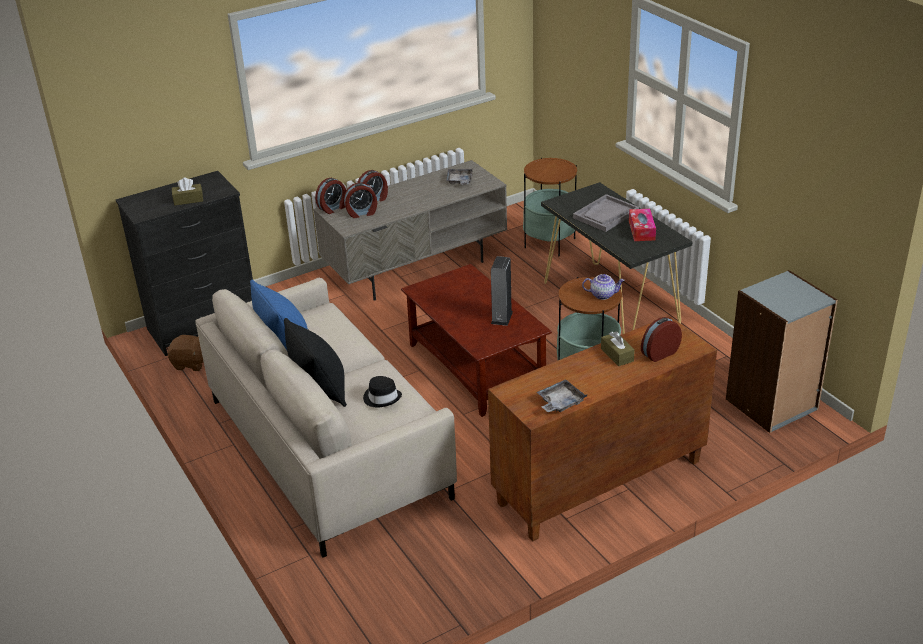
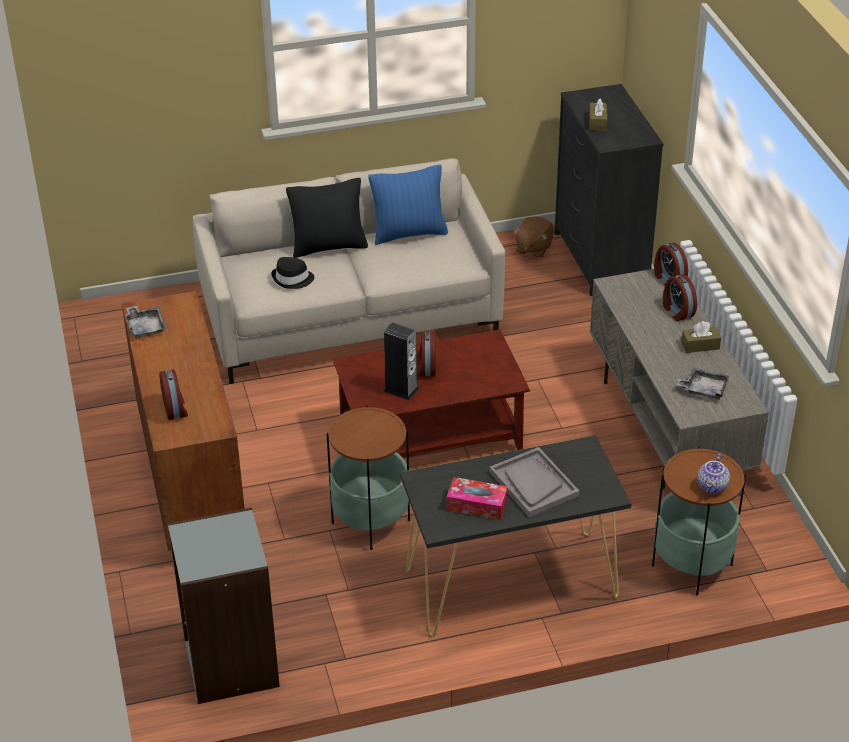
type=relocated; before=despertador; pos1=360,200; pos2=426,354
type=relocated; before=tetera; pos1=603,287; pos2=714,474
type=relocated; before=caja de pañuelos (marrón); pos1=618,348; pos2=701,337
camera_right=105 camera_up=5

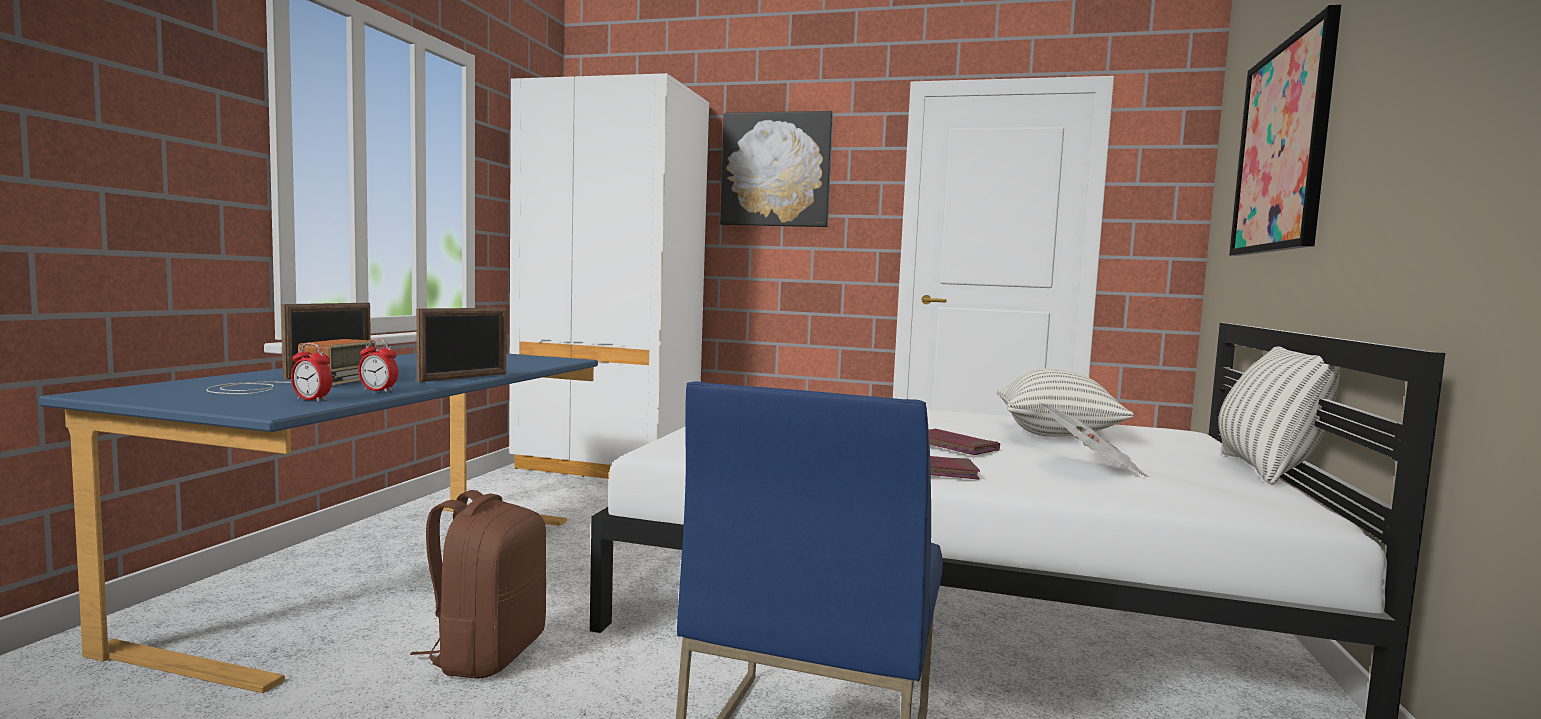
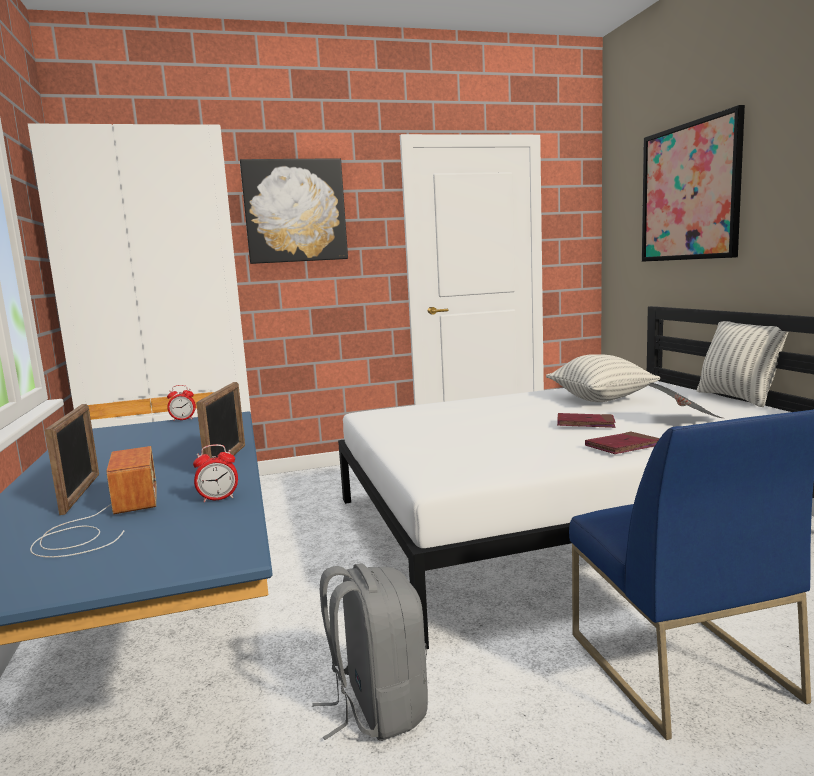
type=relocated; before=despertador; pos1=311,372; pos2=181,403
type=colour; before=mochila (marrón); after=mochila (gris); pos1=478,584; pos2=370,652
camera_right=-30 camera_up=5

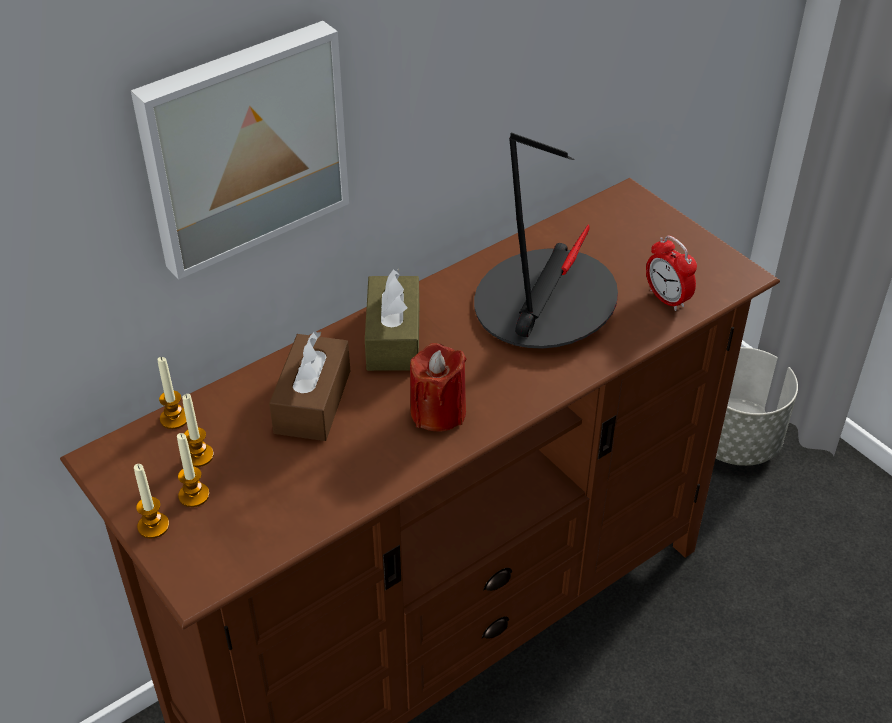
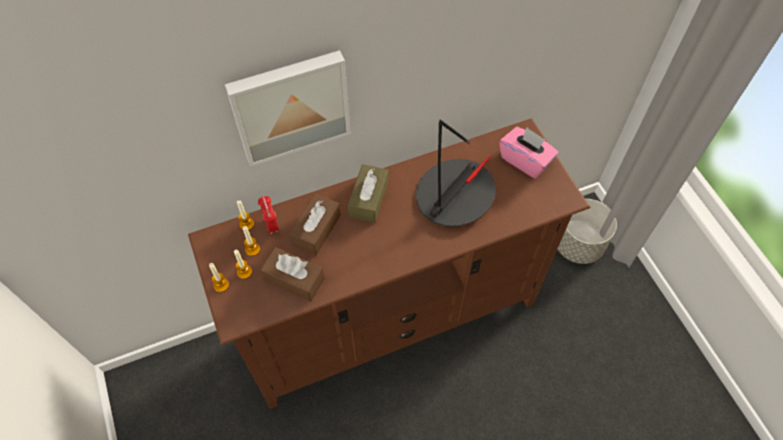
type=missing; before=vela (rojo); pos1=438,387
type=appeared; after=caja de pañuelos (marrón); pos2=292,274
type=appeared; after=caja de pañuelos (rosa); pos2=528,152
type=relocated; before=despertador; pos1=671,273; pos2=268,215
camera_right=15 camera_up=15

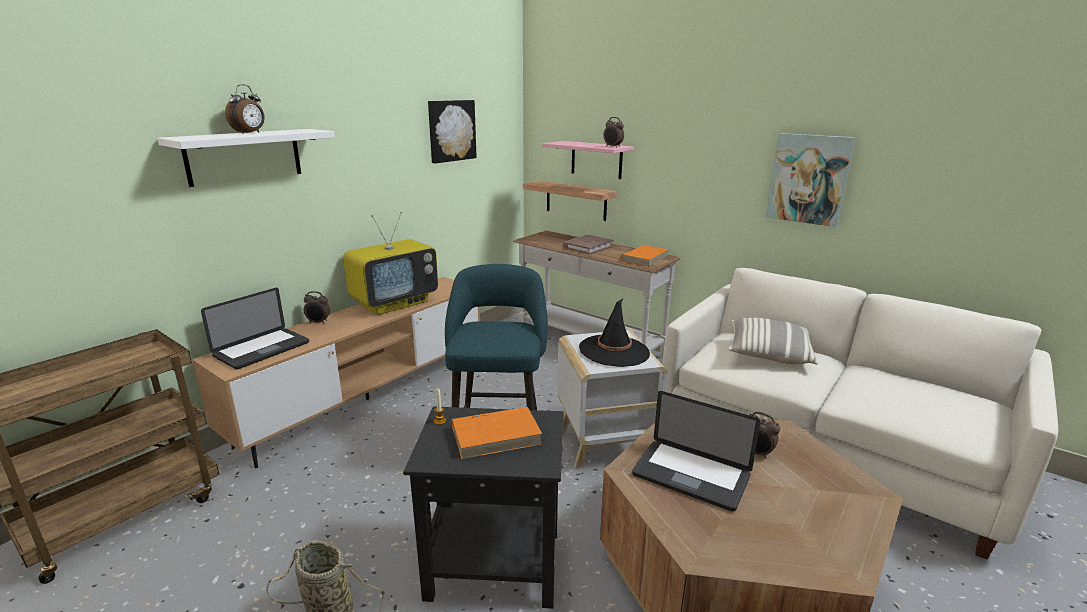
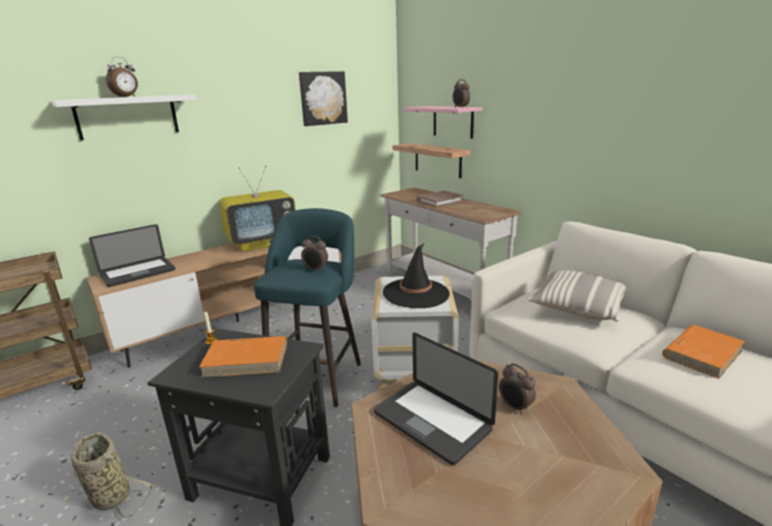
type=missing; before=cuadro; pos1=810,180
type=relocated; before=despertador; pos1=317,307; pos2=314,254
type=relocated; before=libro (naranja); pos1=644,256; pos2=703,352
camera_right=15 camera_up=0

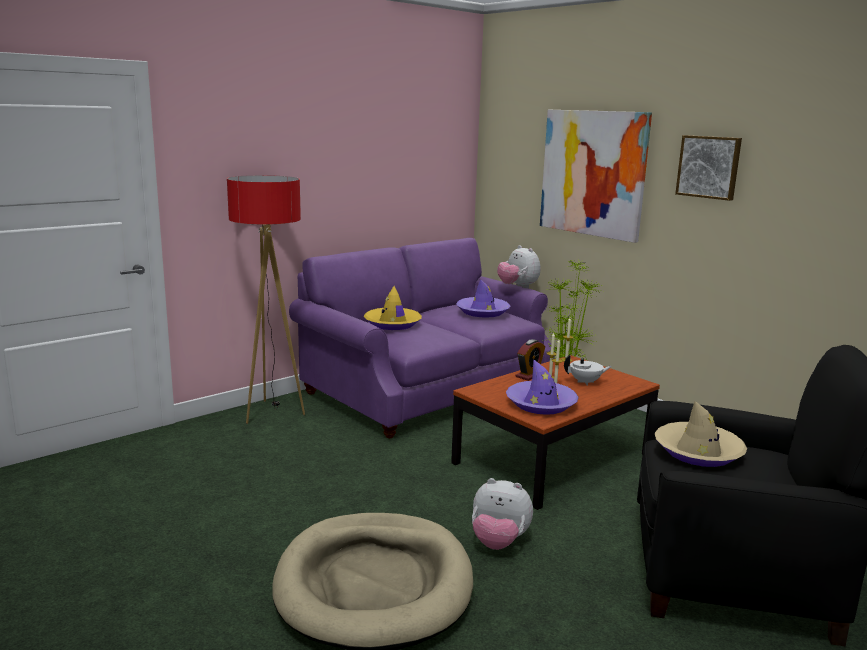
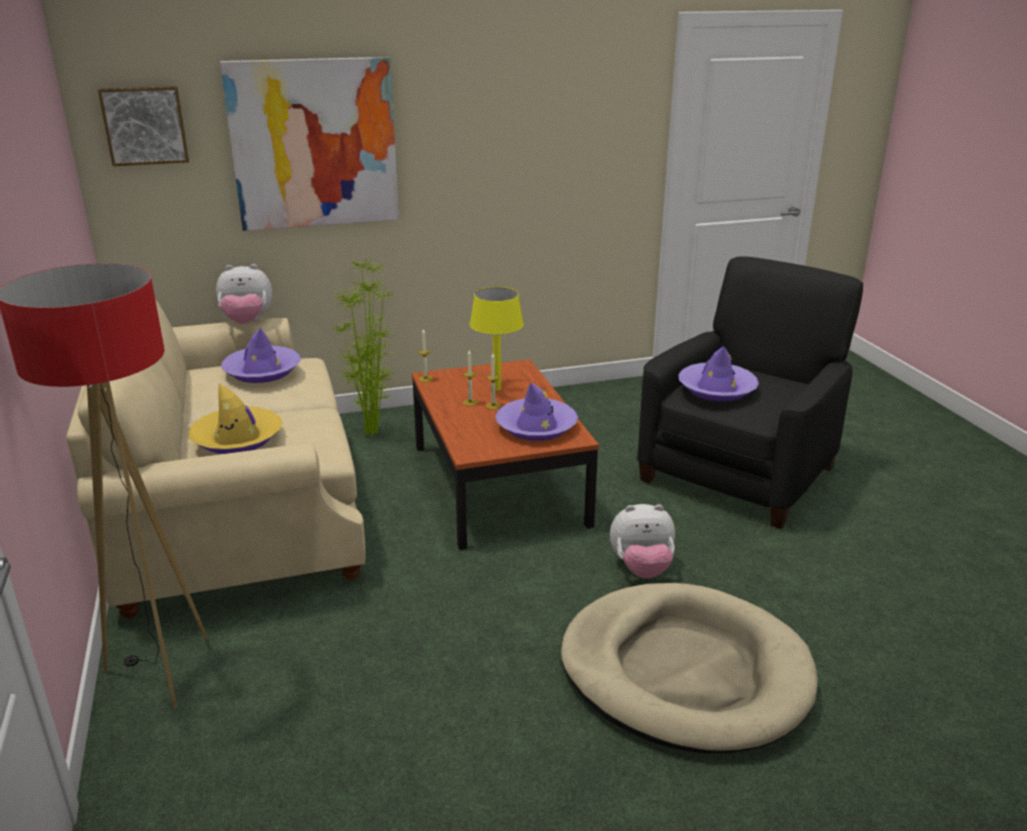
type=missing; before=despertador; pos1=530,360
type=relocated; before=cuadro; pos1=708,168; pos2=143,126
type=exchanged; before=tetera (blanco); after=lámpara de mesa (amarillo); pos1=588,370; pos2=497,339
type=colour; before=sofá (morado); after=sofá (beis); pos1=422,338; pos2=216,459
type=colour; before=sombrero (beis); after=sombrero (morado); pos1=701,434; pos2=718,374
type=spun; before=peluche; pos1=502,514; pos2=642,541; turn=45
camera_right=-65 camera_up=10

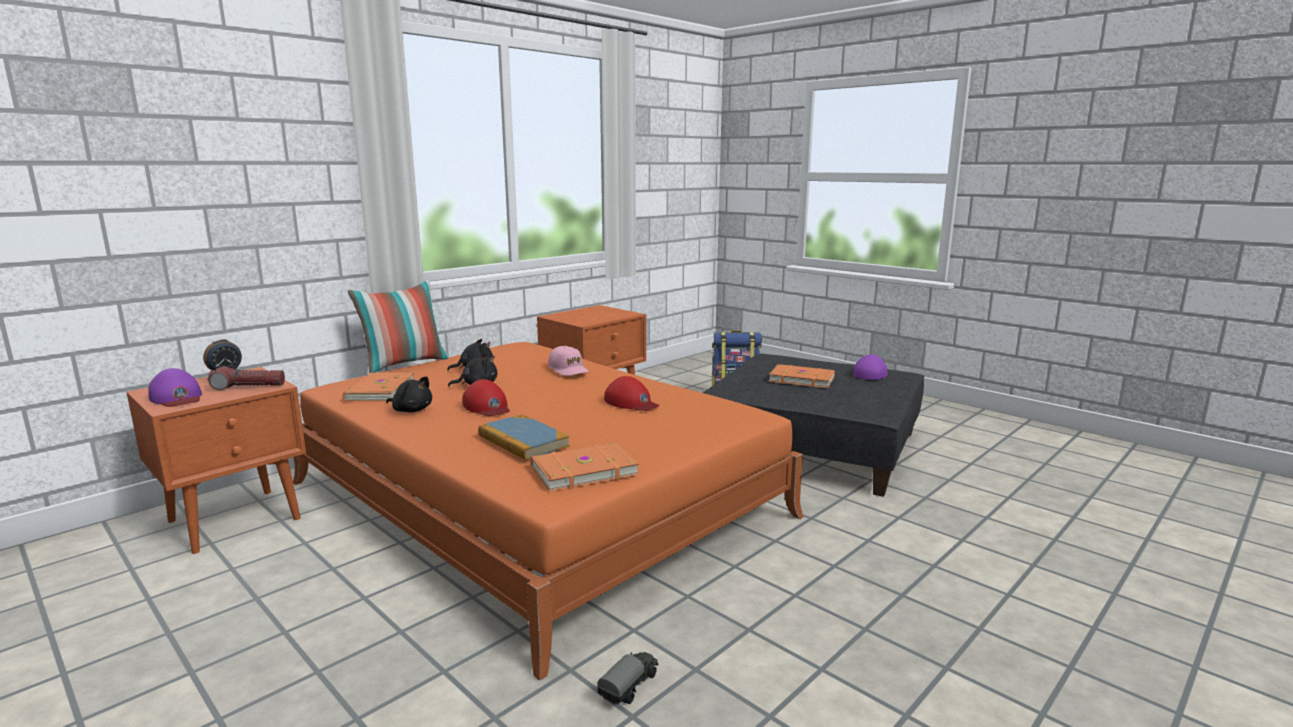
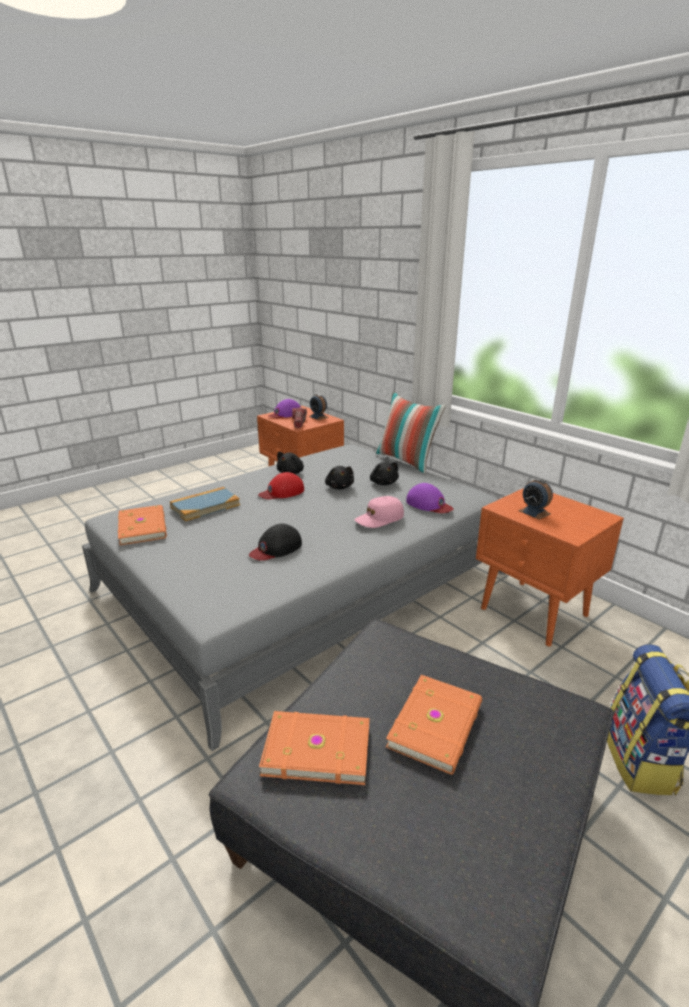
type=missing; before=camión de juguete; pos1=628,678
type=appeared; after=despertador; pos2=535,499
type=relocated; before=libro (naranja); pos1=378,387; pos2=314,748
type=relocated; before=gorra (morado); pos1=870,367; pos2=429,498
type=colour; before=cama (naranja); after=cama (gris); pos1=548,511; pos2=293,597
type=colour; before=gorra (rojo); after=gorra (negro); pos1=631,393; pos2=275,542
camera_right=95 camera_up=10

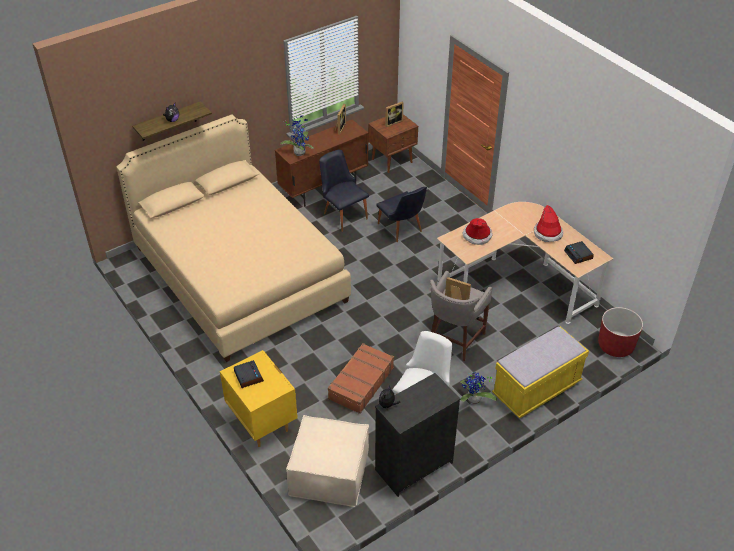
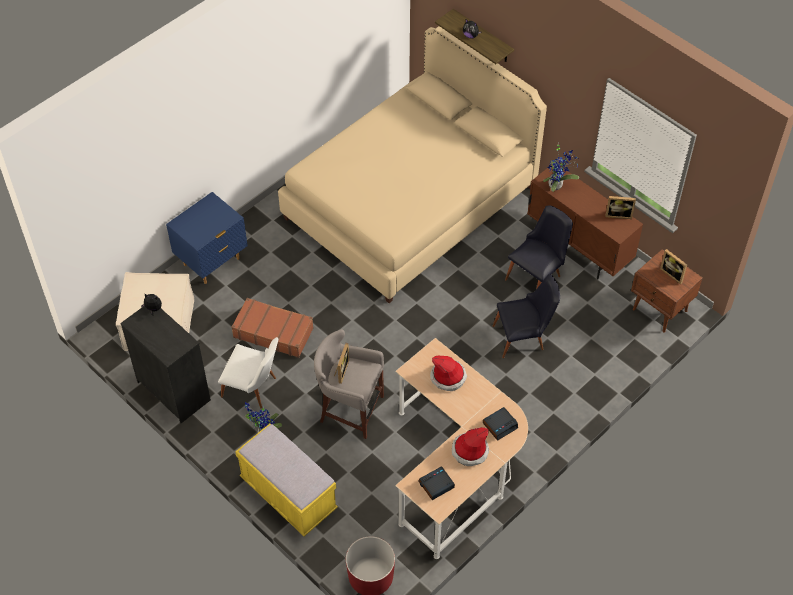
type=relocated; before=despertador; pos1=249,374; pos2=500,424
type=colour; before=mesita de noche (amarillo); after=mesita de noche (azul); pos1=258,398; pos2=207,238
type=spun; before=silla (negro); pos1=401,214; pos2=526,316; turn=-150
camera_right=80 camera_up=10

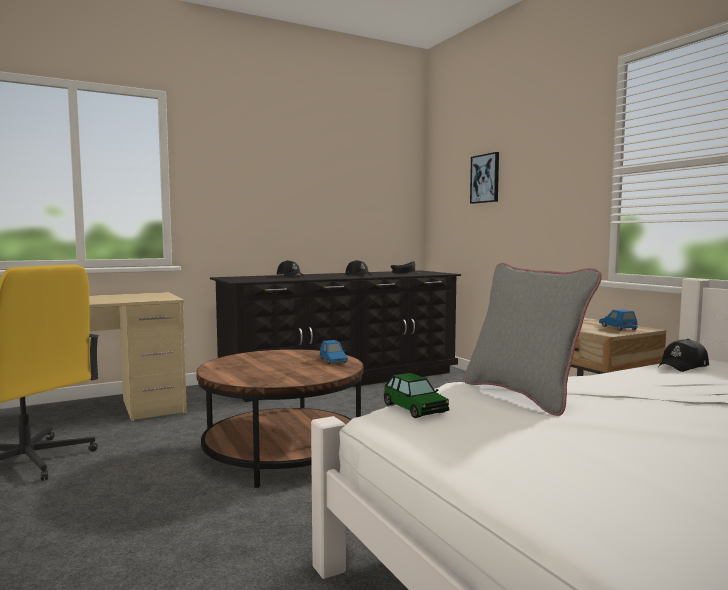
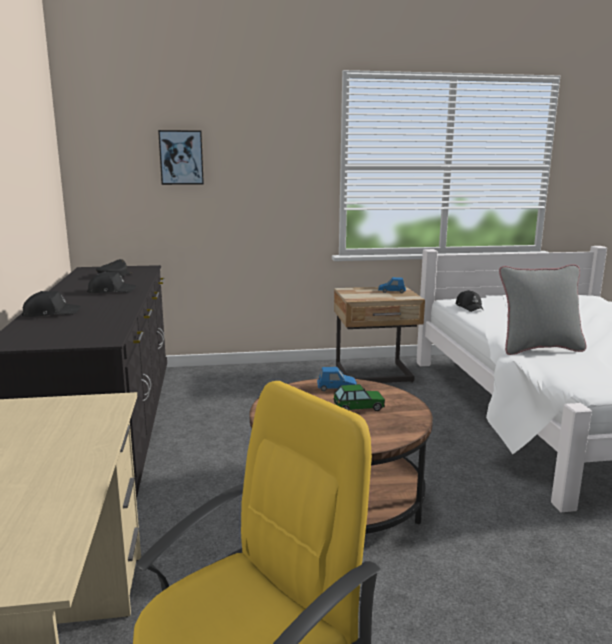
type=relocated; before=coche de juguete; pos1=416,395; pos2=359,397
camera_right=-70 camera_up=10

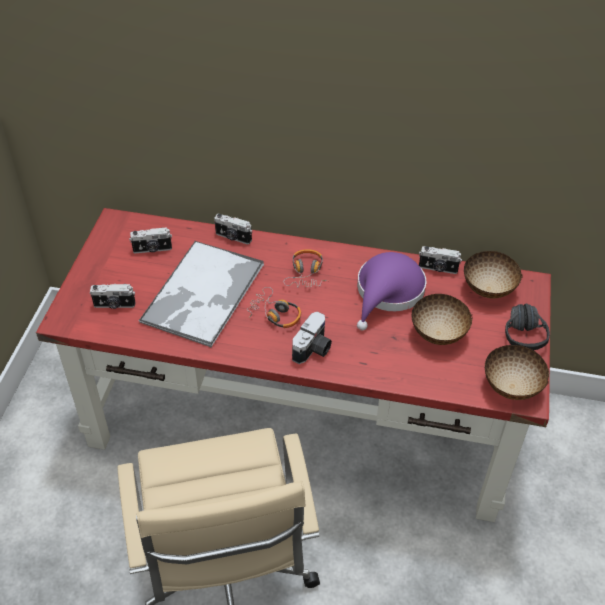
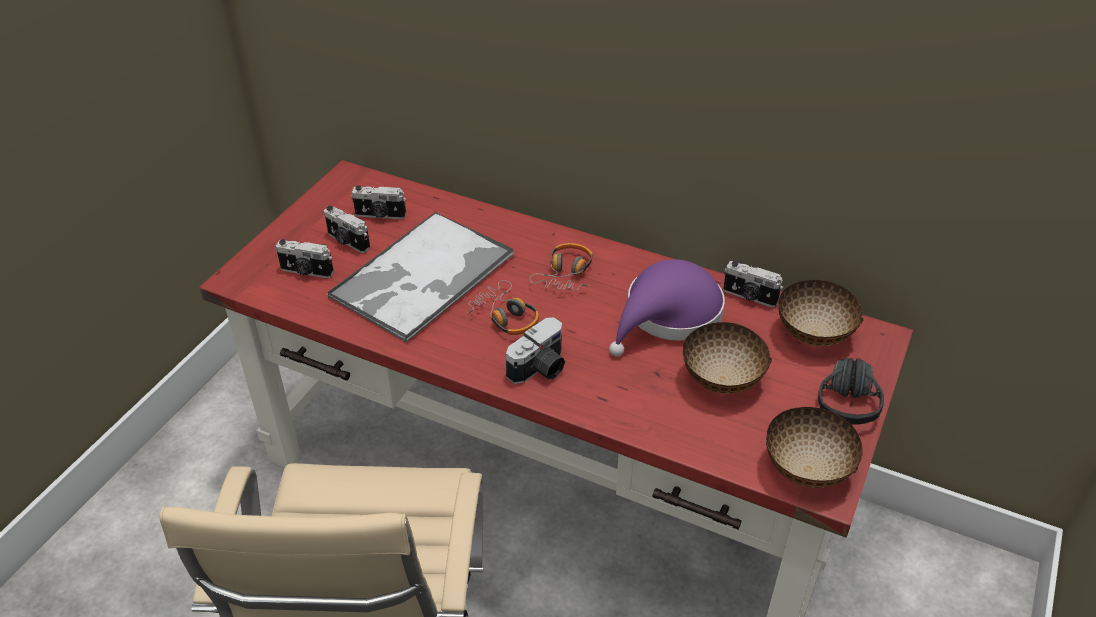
type=relocated; before=cámara; pos1=233,229; pos2=347,229
camera_right=15 camera_up=-5

